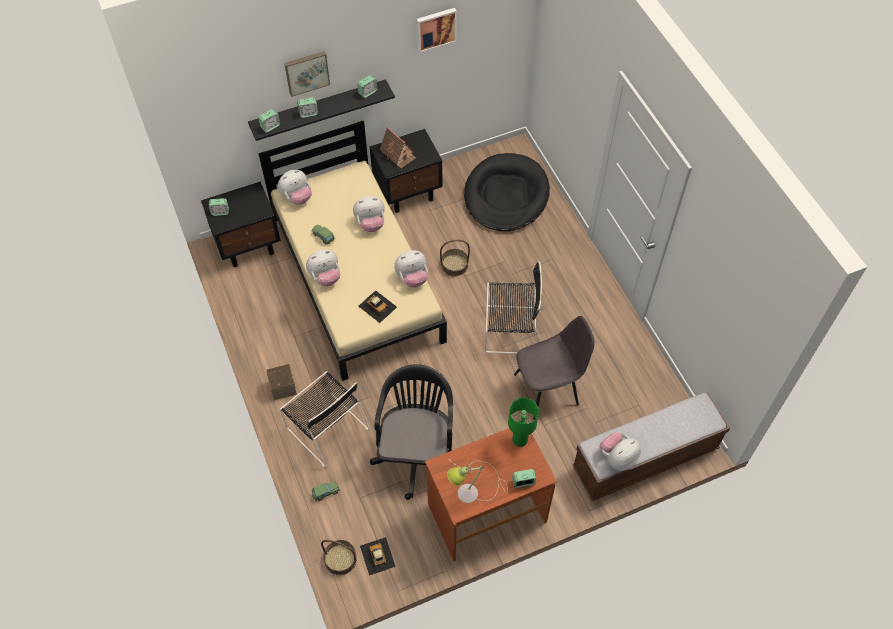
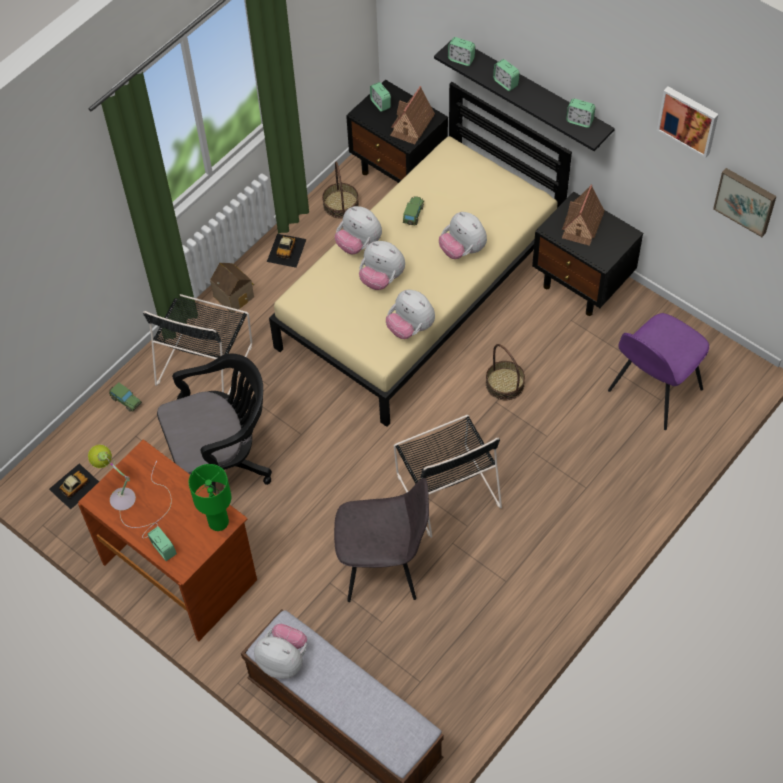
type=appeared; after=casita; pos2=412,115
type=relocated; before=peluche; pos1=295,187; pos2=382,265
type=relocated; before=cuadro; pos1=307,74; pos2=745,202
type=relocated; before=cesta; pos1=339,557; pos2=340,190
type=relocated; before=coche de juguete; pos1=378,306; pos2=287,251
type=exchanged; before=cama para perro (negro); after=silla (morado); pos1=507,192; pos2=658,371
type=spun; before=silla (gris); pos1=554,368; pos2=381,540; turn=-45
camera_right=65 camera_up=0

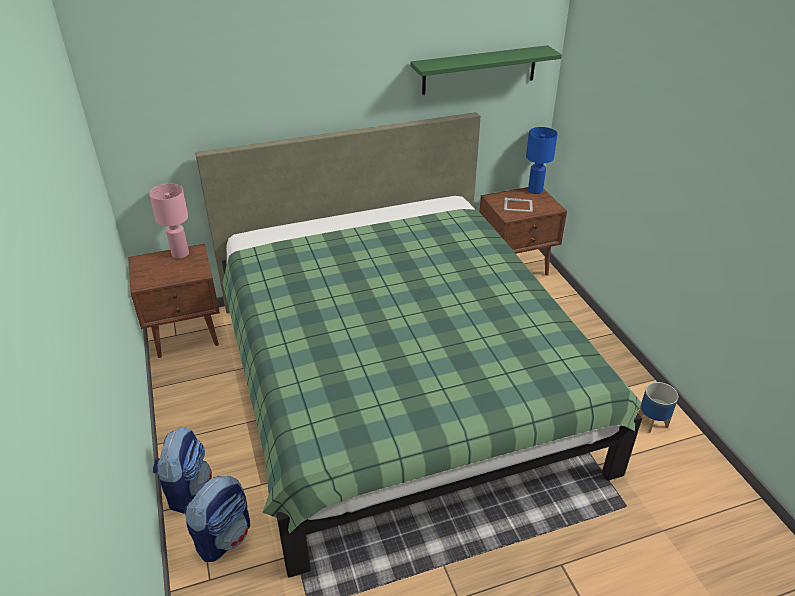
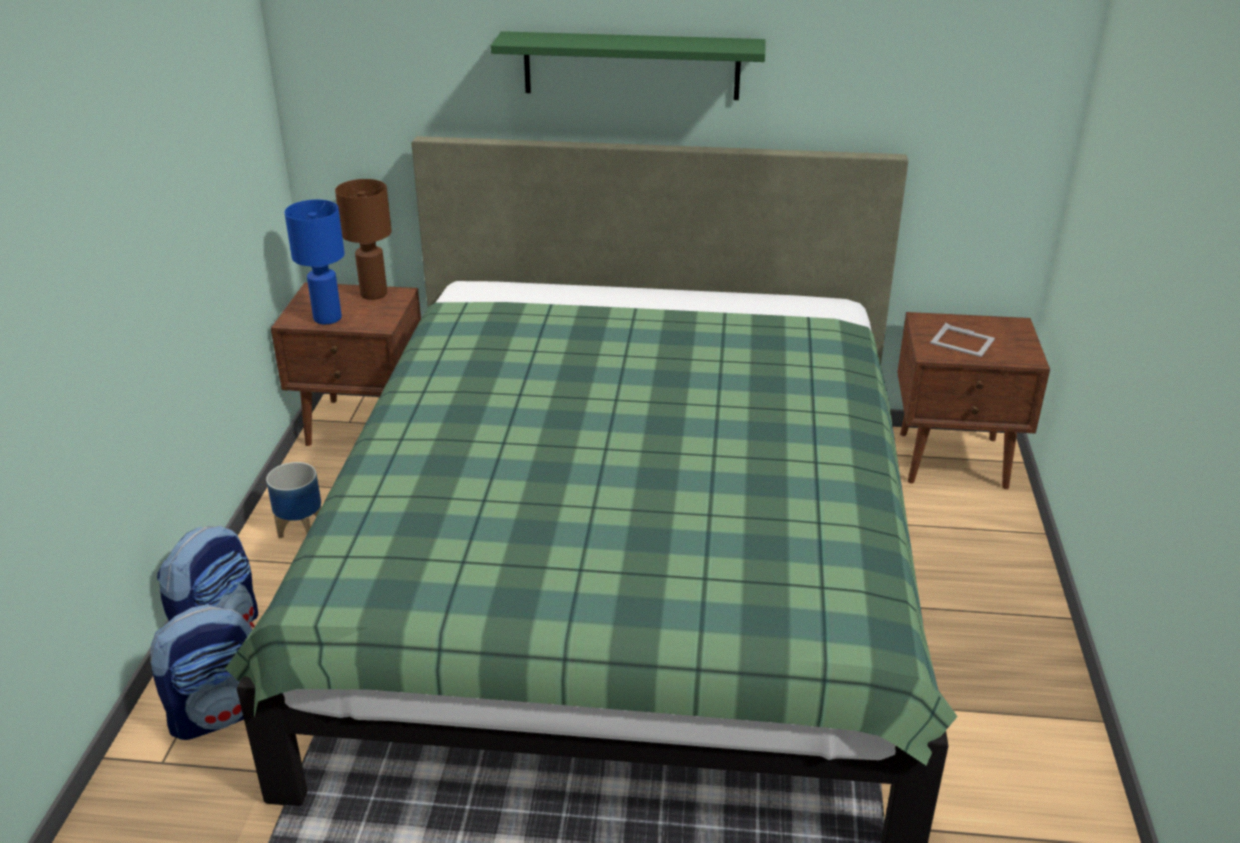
type=relocated; before=estante (verde); pos1=486,70; pos2=628,65
type=relocated; before=lámpara de mesa (azul); pos1=542,160; pos2=315,262
type=relocated; before=maceta; pos1=658,407; pos2=293,500
type=colour; before=lámpara de mesa (rosa); after=lámpara de mesa (marrón); pos1=169,221; pos2=363,239
camera_right=25 camera_up=-5

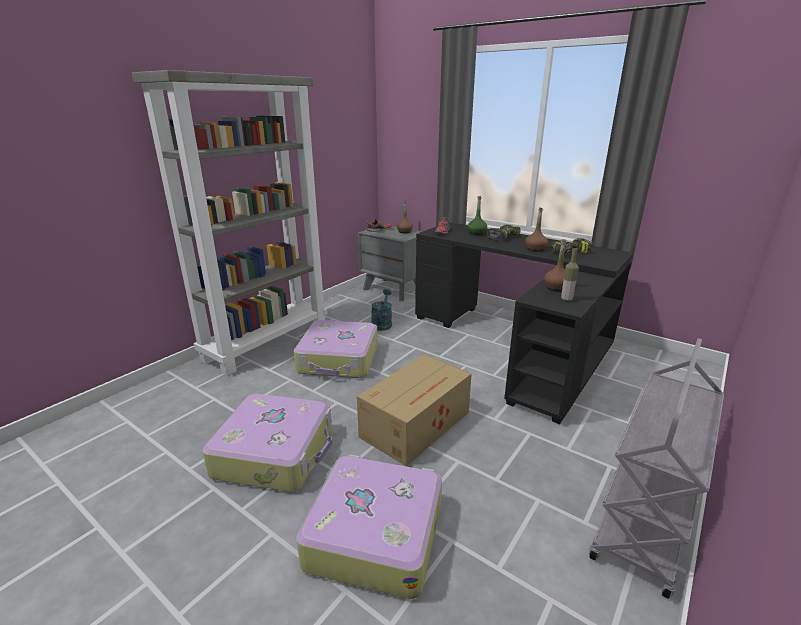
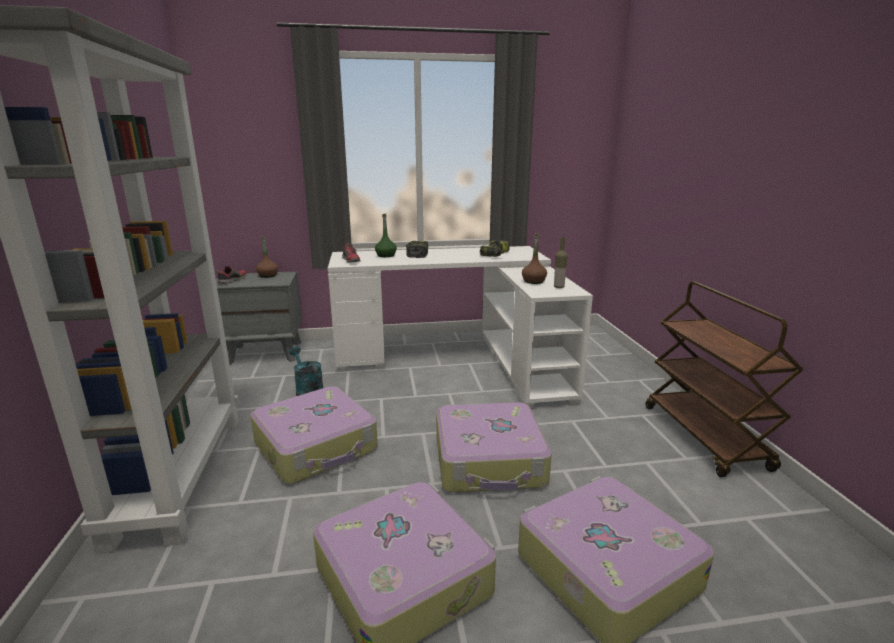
type=missing; before=botella (marrón); pos1=536,229
type=exchanged; before=caja de cartón; after=maleta; pos1=414,410; pos2=494,447
type=colour; before=escritorio (negro); after=escritorio (blanco); pos1=524,323; pos2=460,327
type=colour; before=carrito (gris); after=carrito (marrón); pos1=656,468; pos2=725,379
camera_right=-45 camera_up=-5

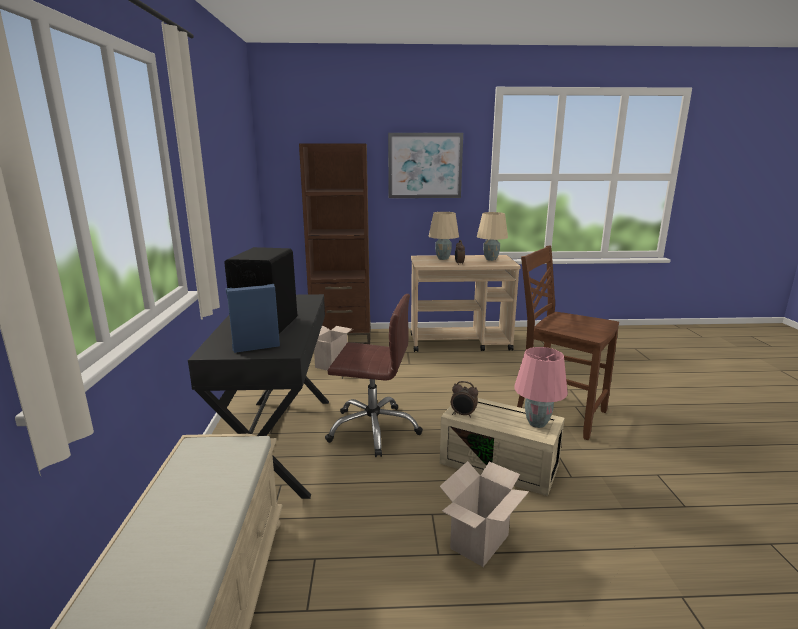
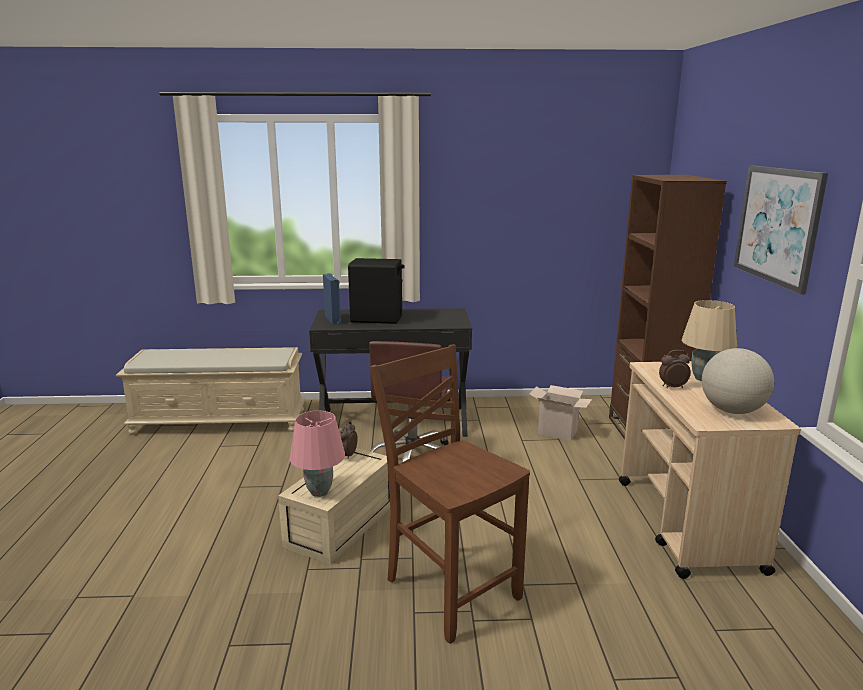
type=missing; before=caja de cartón; pos1=484,514
type=exchanged; before=lámpara de mesa (beis); after=globo terráqueo; pos1=492,236; pos2=738,381
type=spun; before=silla (marrón); pos1=568,343; pos2=450,494; turn=-75
camera_right=90 camera_up=0

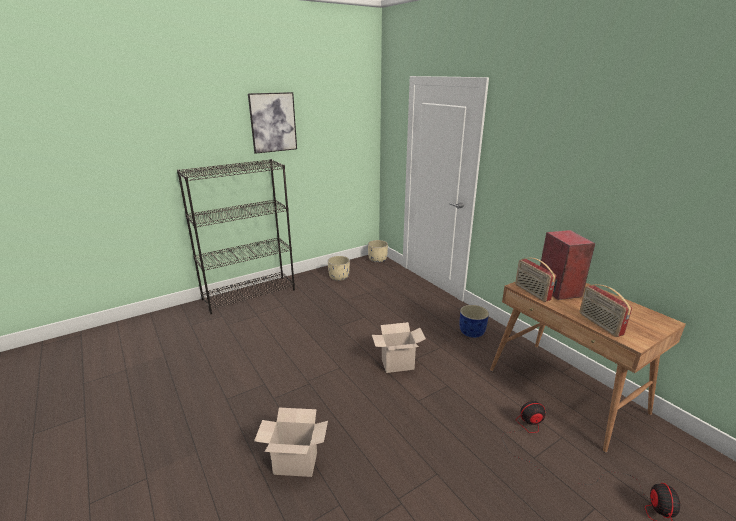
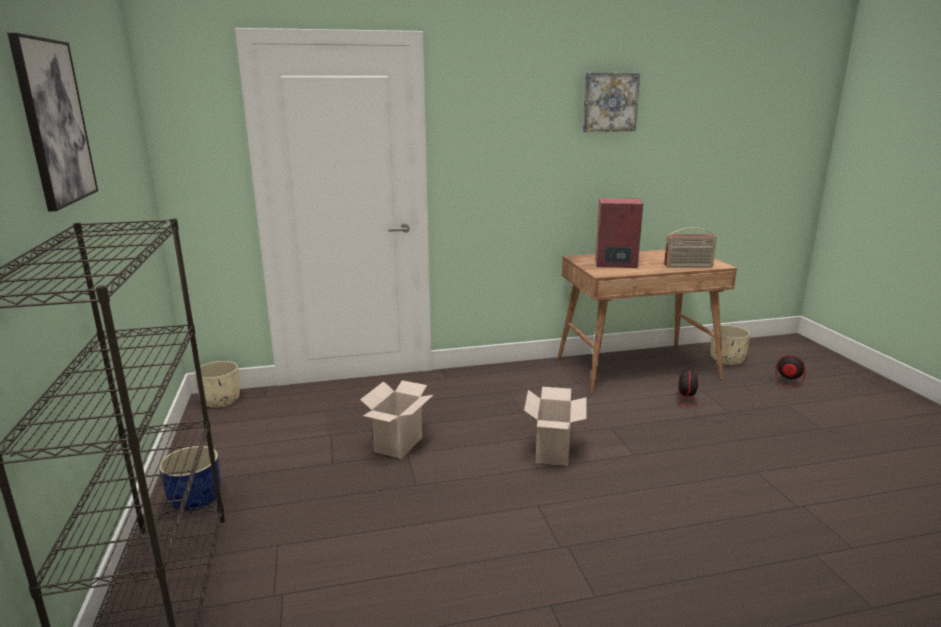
type=missing; before=radio; pos1=535,280
type=appeared; after=cuadro; pos2=611,102
type=relocated; before=caja de cartón; pos1=291,442; pos2=396,419
type=relocated; before=maceta (beis); pos1=339,268; pos2=731,345
type=relocated; before=maceta (azul); pos1=474,321; pos2=190,479
camera_right=-70 camera_up=-5

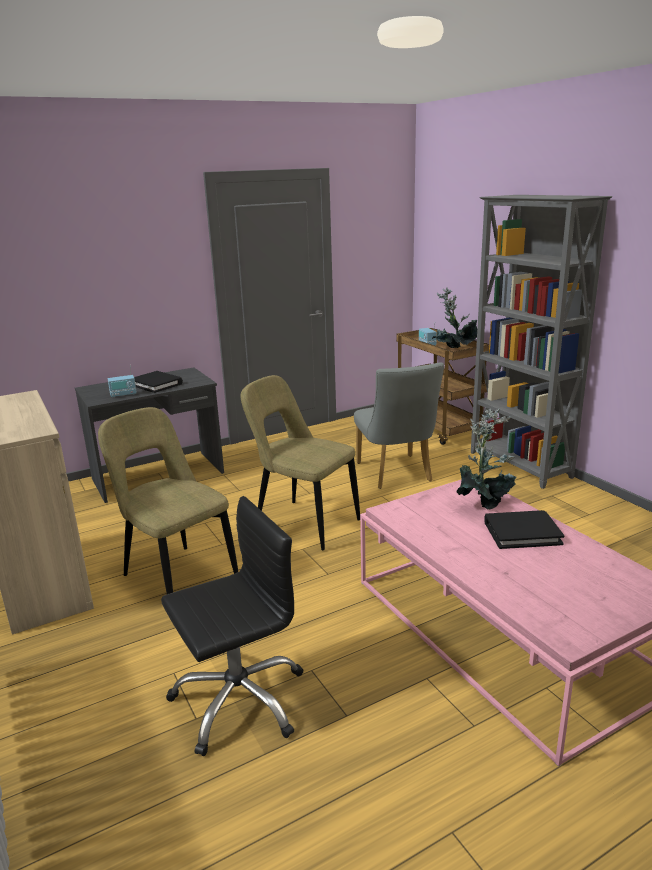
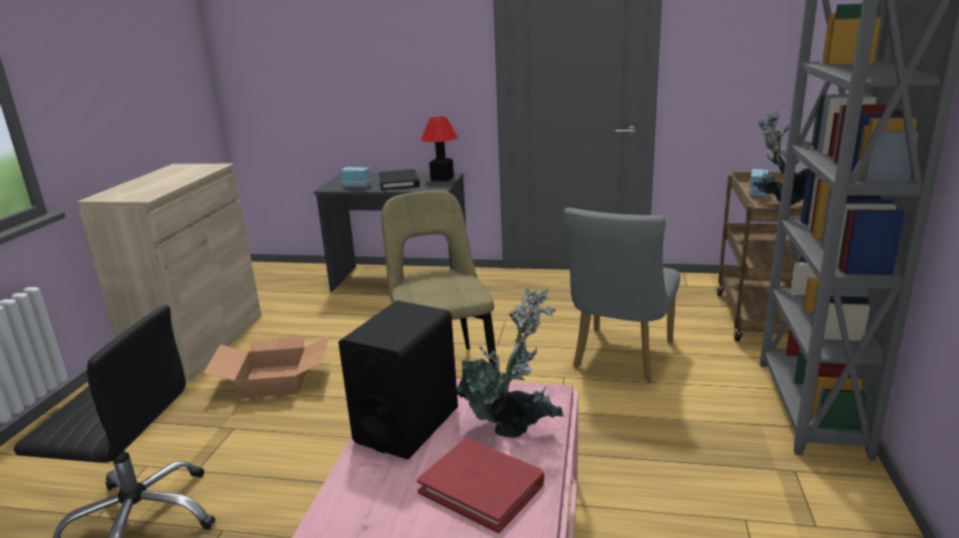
type=appeared; after=altavoz (negro); pos2=398,379
type=appeared; after=lámpara de mesa; pos2=439,149
type=exchanged; before=silla (beis); after=caja de cartón; pos1=168,500; pos2=266,367
type=colour; before=libro (negro); after=libro (rojo); pos1=524,529; pos2=481,485
camera_right=40 camera_up=0

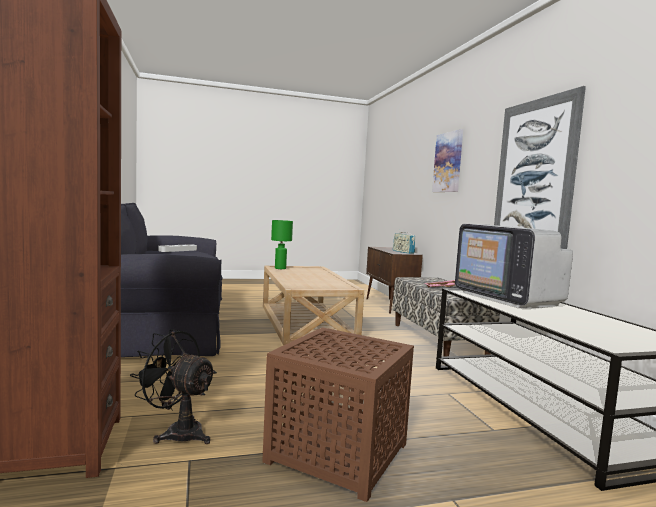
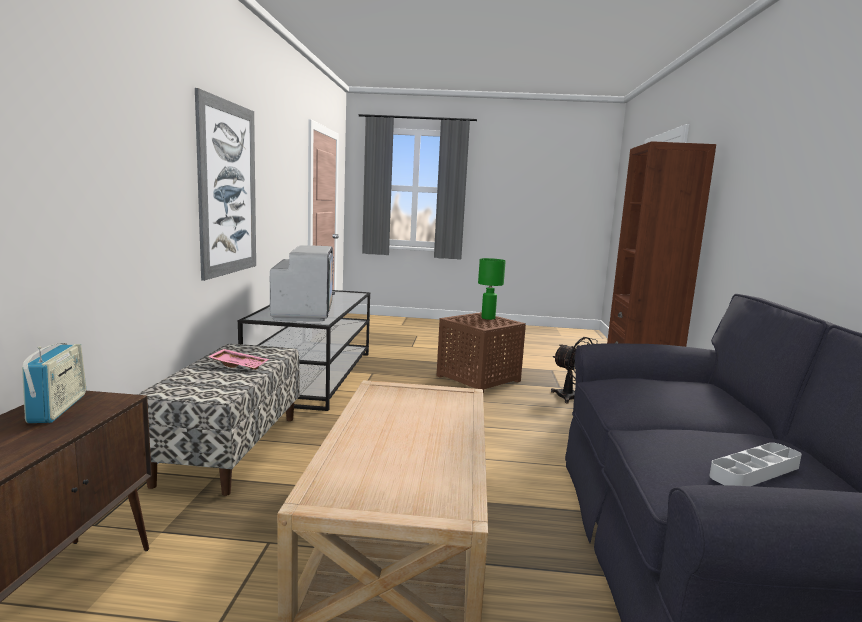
type=missing; before=cuadro; pos1=447,160
type=relocated; before=lámpara de mesa (verde); pos1=282,244; pos2=492,289
camera_right=-160 camera_up=5

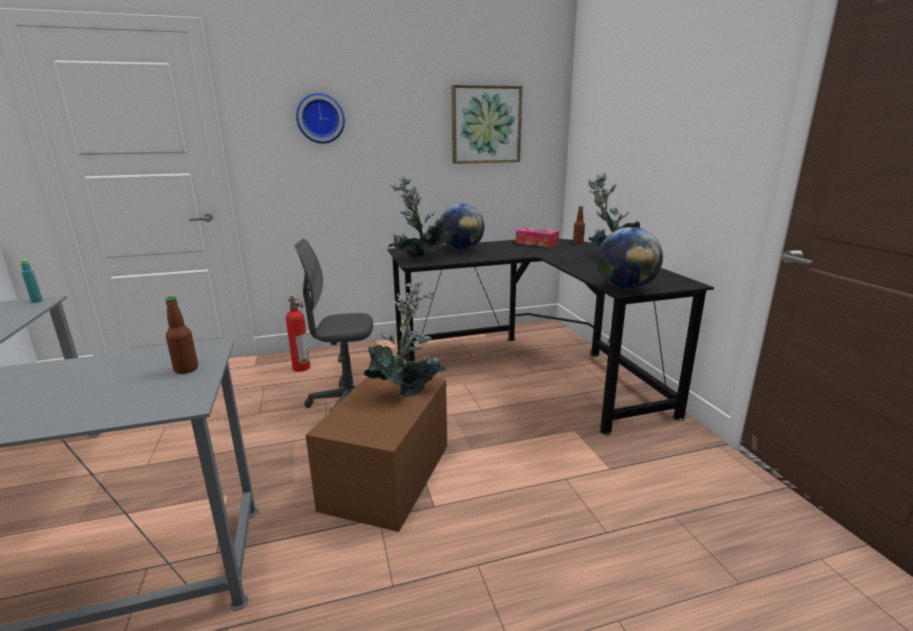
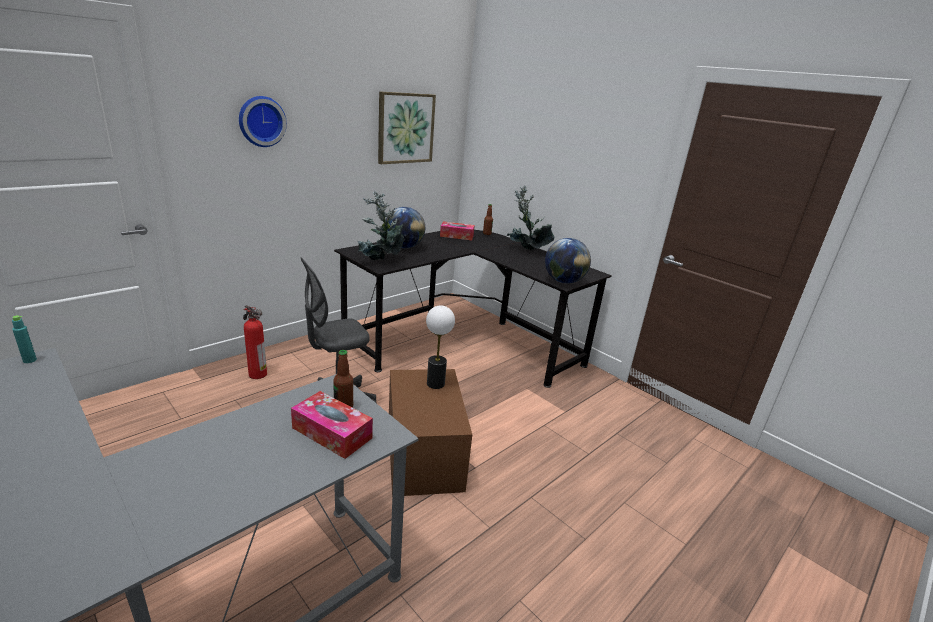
type=appeared; after=caja de pañuelos; pos2=332,425
type=exchanged; before=planta en maceta; after=lámpara de mesa; pos1=405,339; pos2=440,347
camera_right=-30 camera_up=5

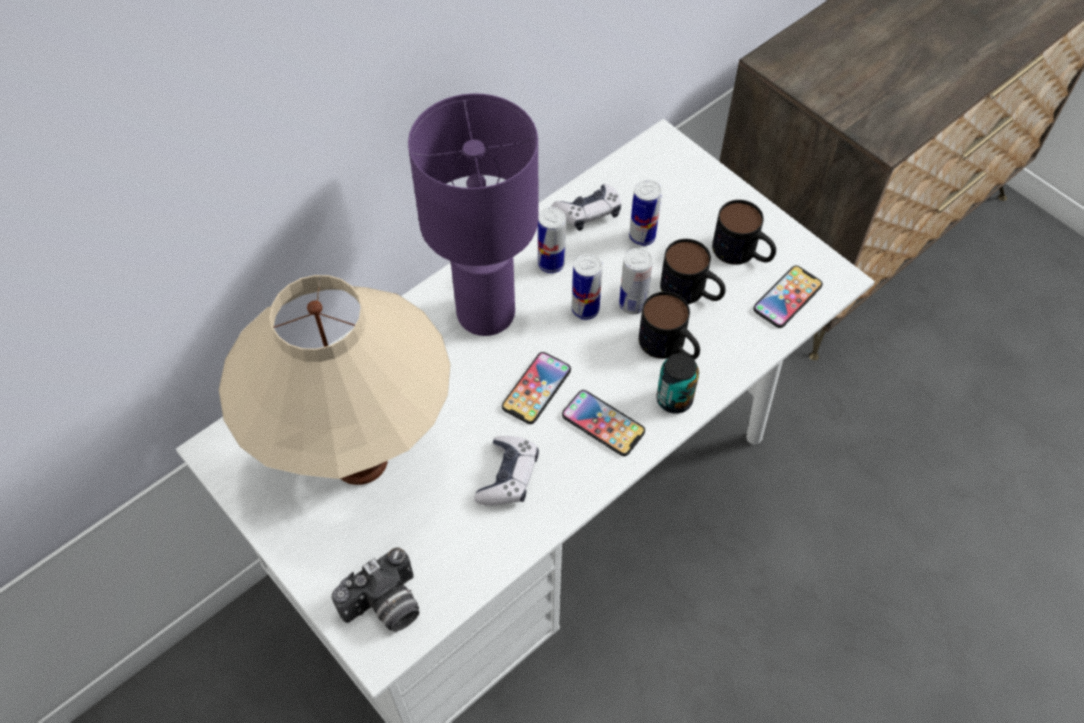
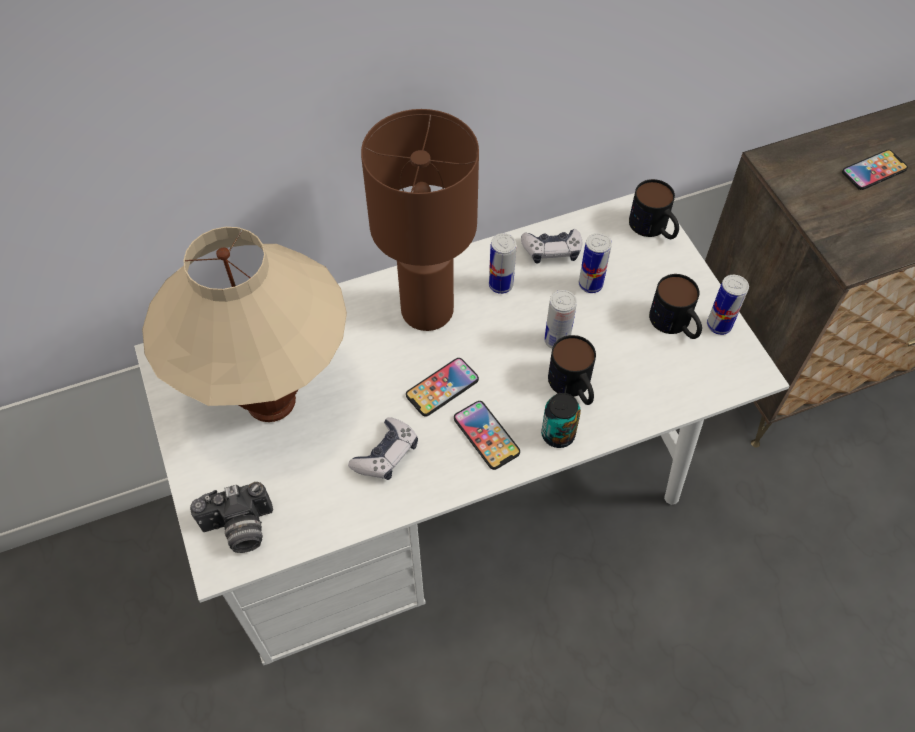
type=relocated; before=lata; pos1=587,287; pos2=728,305
type=relocated; before=taza grande; pos1=693,271; pos2=654,209
type=relocated; before=móvil; pos1=788,296; pos2=875,170
type=colour; before=lámpara de mesa (morado); after=lámpara de mesa (marrón); pos1=473,214; pos2=420,220
camera_right=20 camera_up=0

